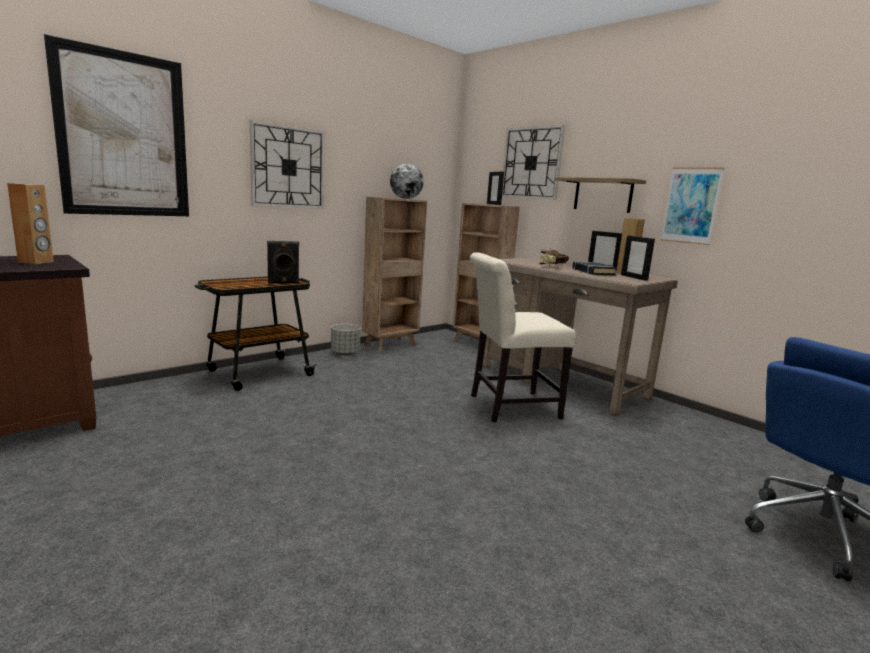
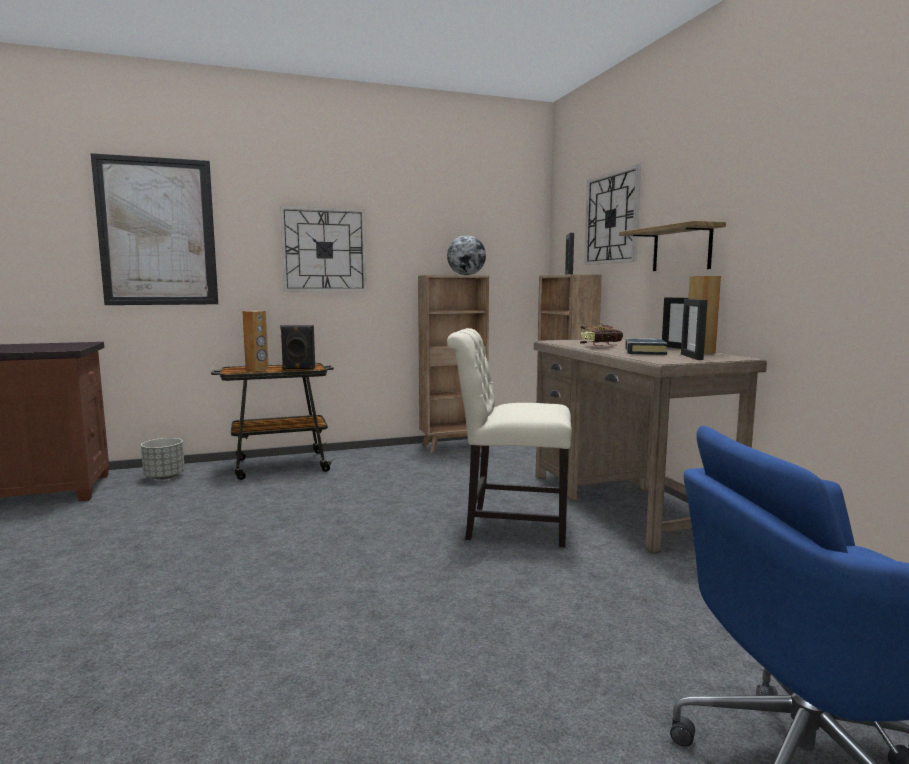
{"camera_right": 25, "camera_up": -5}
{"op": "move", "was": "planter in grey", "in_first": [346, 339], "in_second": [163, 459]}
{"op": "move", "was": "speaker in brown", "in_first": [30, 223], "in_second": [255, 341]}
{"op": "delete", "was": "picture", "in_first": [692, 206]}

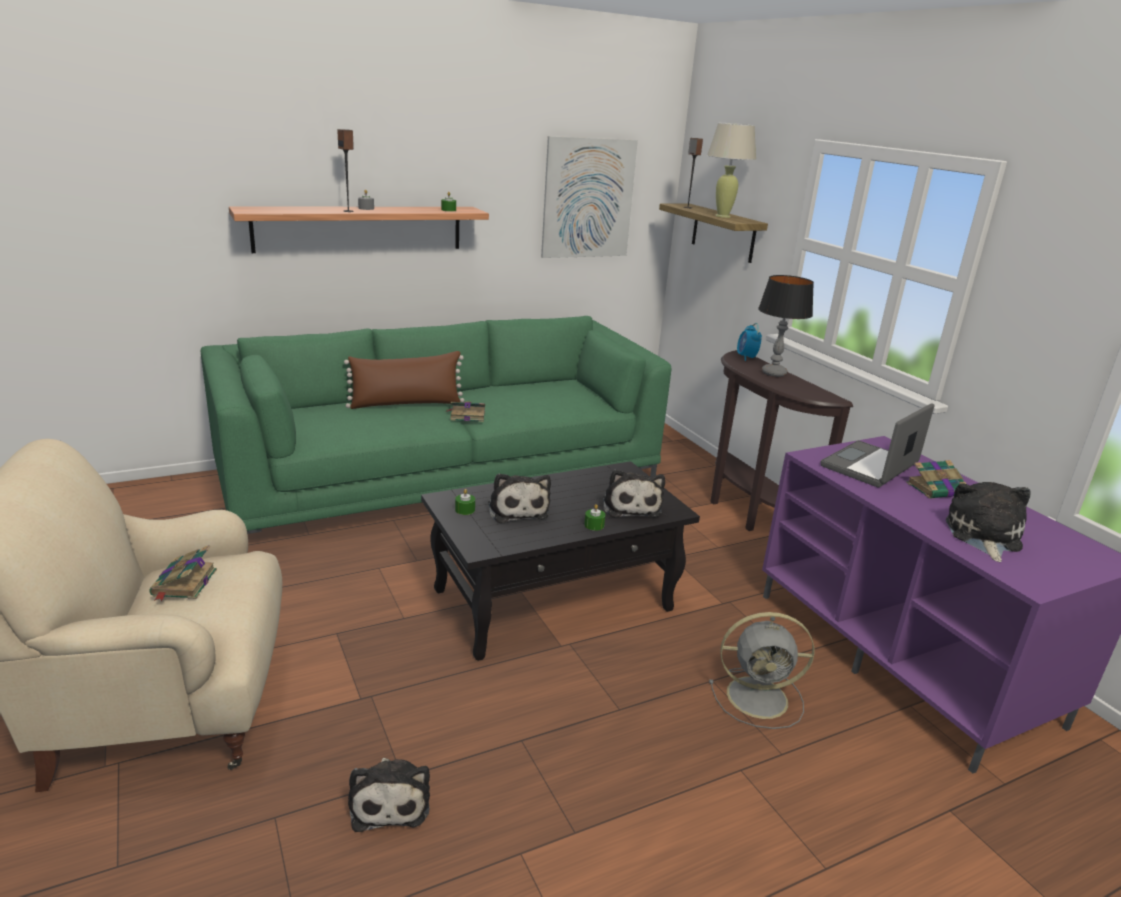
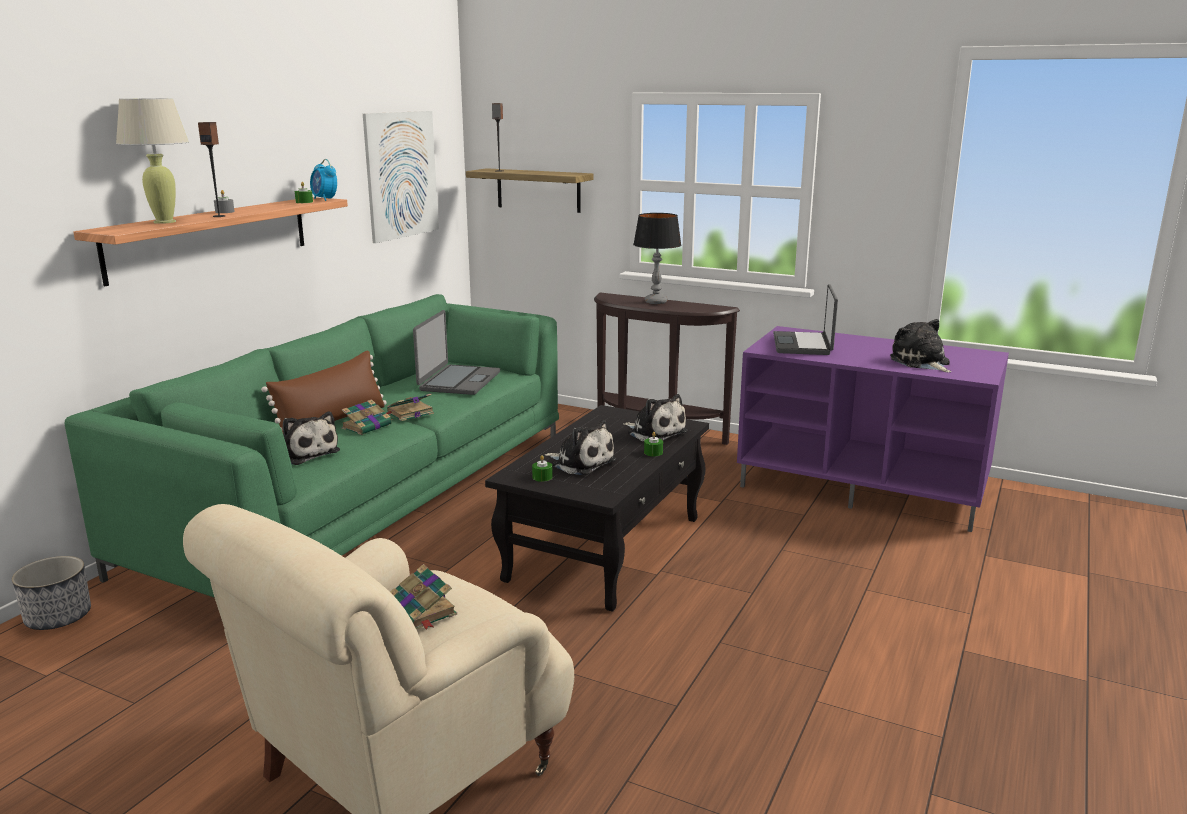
{"camera_right": -35, "camera_up": -5}
{"op": "insert", "now": "planter", "in_second": [51, 593]}
{"op": "move", "was": "table lamp in beige", "in_first": [731, 170], "in_second": [152, 161]}
{"op": "move", "was": "plush toy", "in_first": [389, 795], "in_second": [311, 438]}
{"op": "move", "was": "alarm clock", "in_first": [749, 342], "in_second": [323, 180]}
{"op": "move", "was": "book", "in_first": [936, 479], "in_second": [367, 417]}
{"op": "insert", "now": "laptop", "in_second": [456, 352]}
{"op": "delete", "was": "fan in grey", "in_first": [761, 670]}

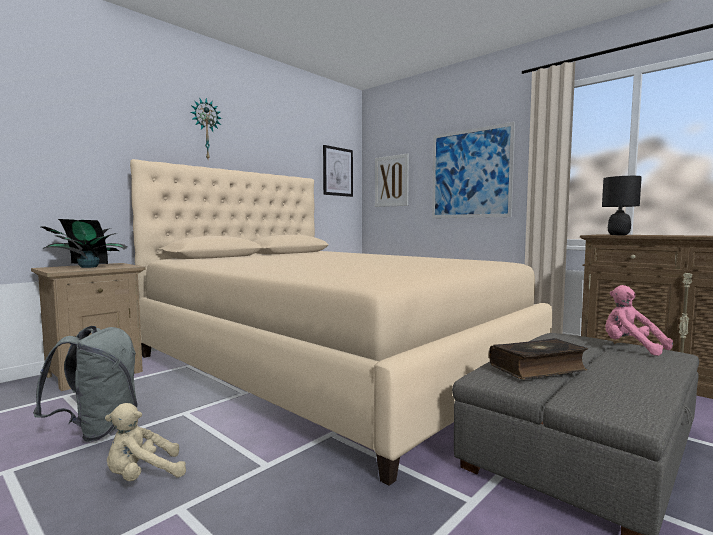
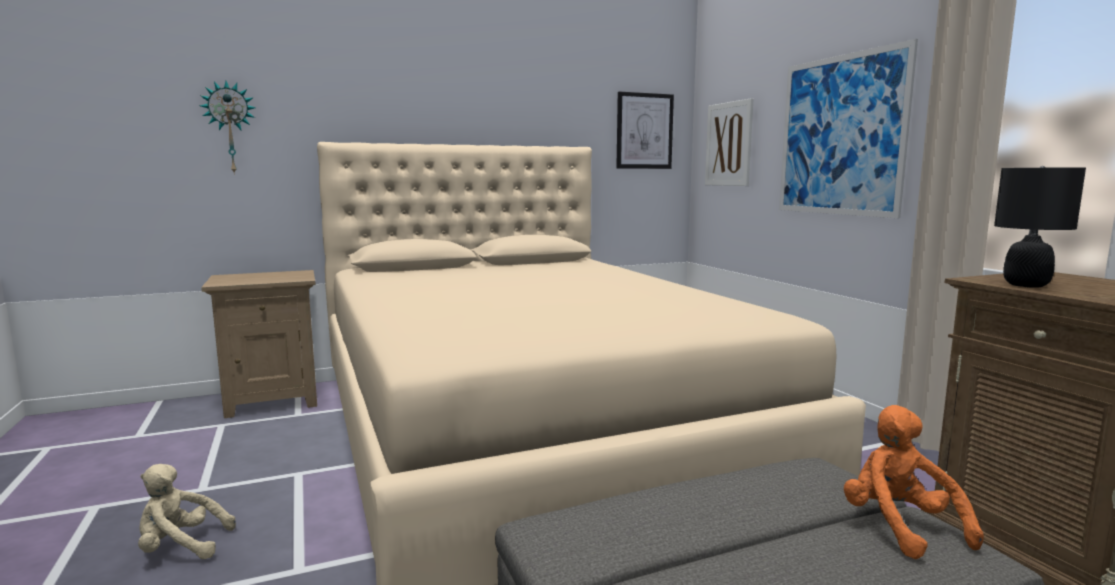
{"camera_right": 25, "camera_up": 5}
{"op": "move", "was": "wall clock", "in_first": [206, 128], "in_second": [228, 128]}
{"op": "recolor", "was": "plush toy in pink", "now": "plush toy in orange", "in_first": [639, 320], "in_second": [914, 482]}
{"op": "delete", "was": "backpack in grey", "in_first": [85, 384]}
{"op": "delete", "was": "potted plant", "in_first": [84, 243]}
{"op": "delete", "was": "book", "in_first": [538, 358]}

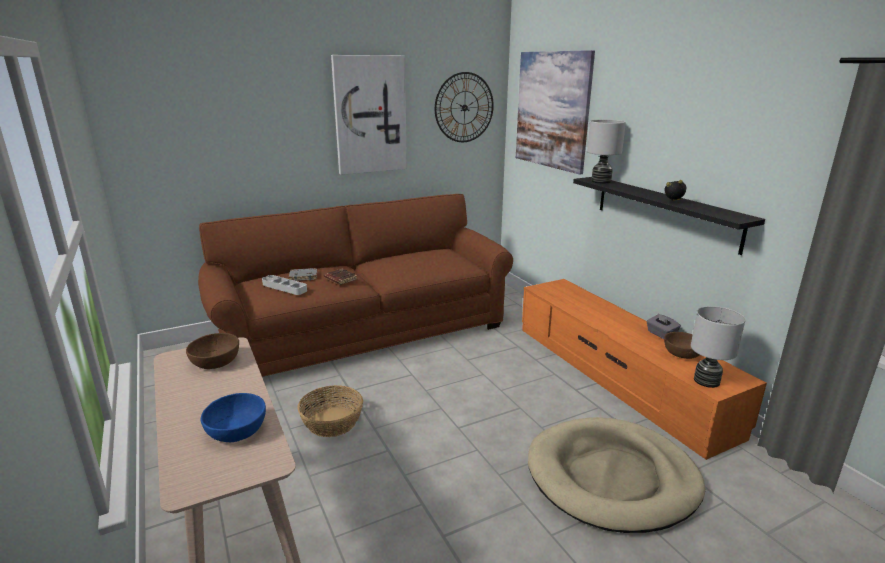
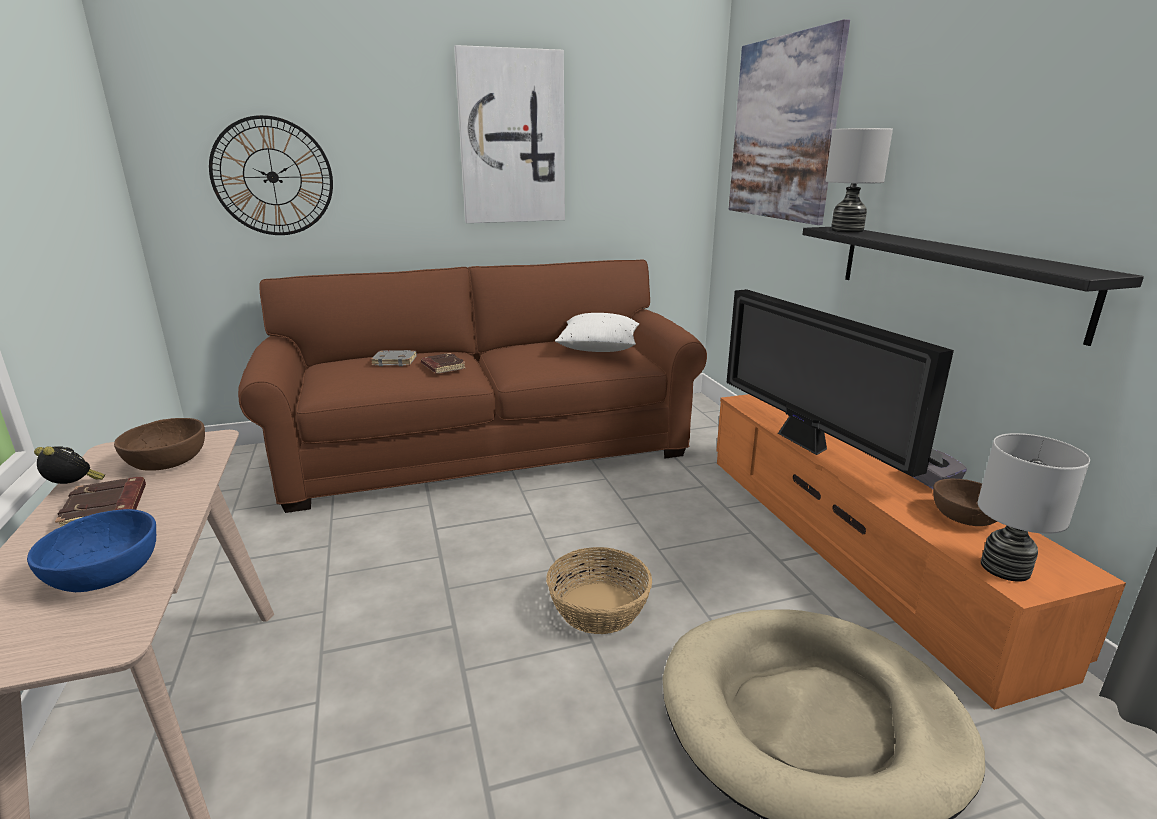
{"camera_right": 10, "camera_up": 0}
{"op": "move", "was": "alarm clock", "in_first": [675, 190], "in_second": [69, 465]}
{"op": "insert", "now": "book in brown", "in_second": [100, 502]}
{"op": "move", "was": "wall clock", "in_first": [464, 107], "in_second": [271, 175]}
{"op": "move", "was": "basket", "in_first": [330, 411], "in_second": [599, 590]}
{"op": "insert", "now": "pillow in white", "in_second": [597, 332]}
{"op": "insert", "now": "television", "in_second": [840, 383]}
{"op": "delete", "was": "tray in grey", "in_first": [284, 285]}

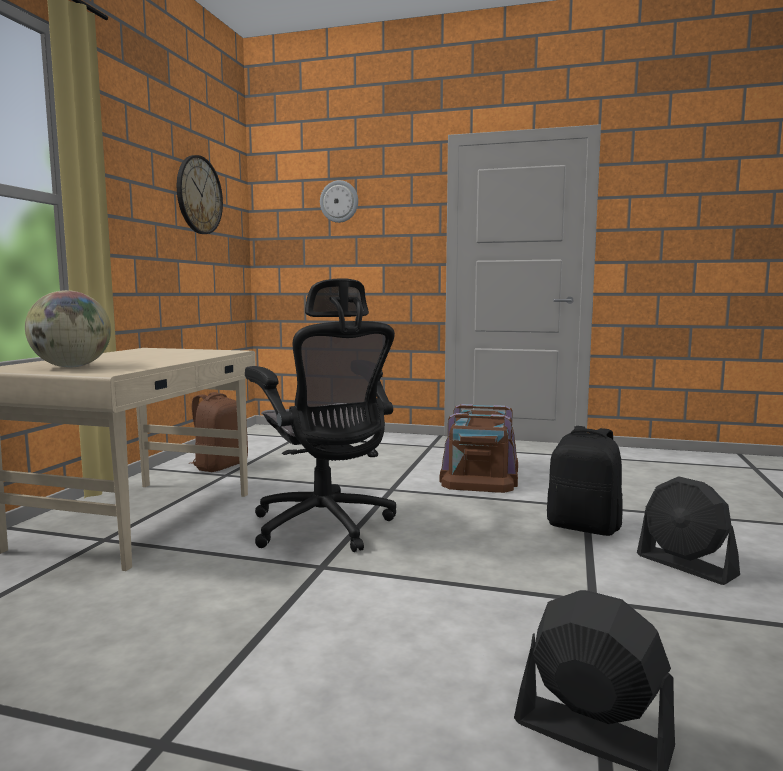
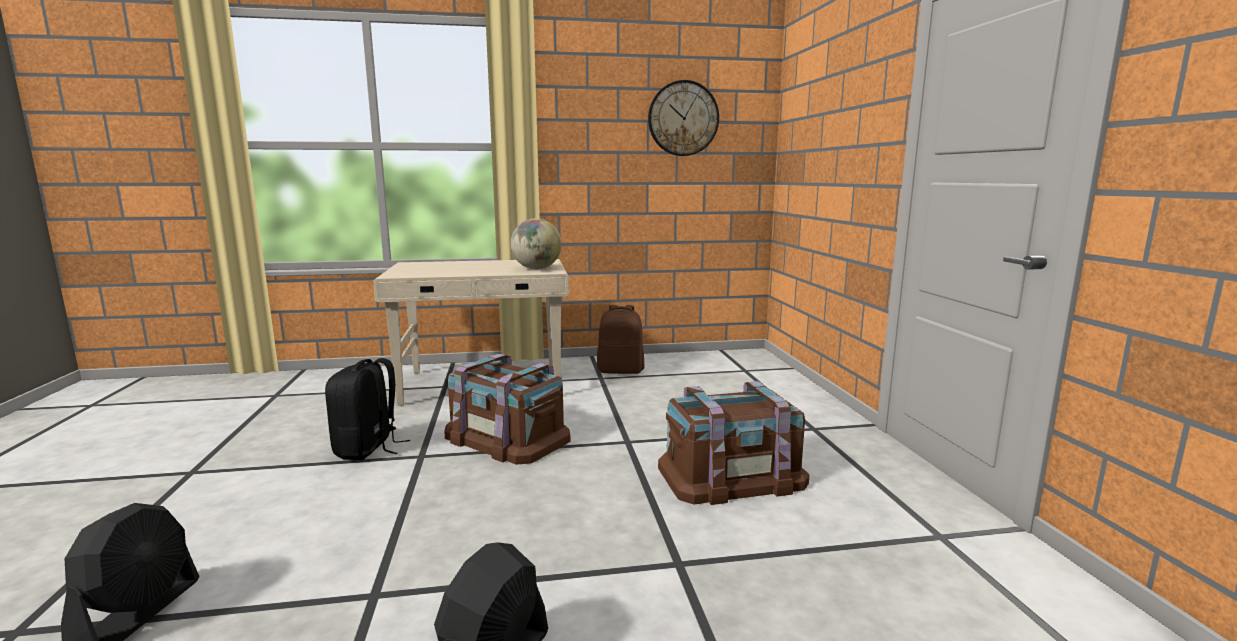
{"camera_right": 65, "camera_up": 5}
{"op": "move", "was": "backpack in black", "in_first": [585, 481], "in_second": [367, 409]}
{"op": "replace", "was": "office chair", "now": "storage box in brown", "in_first": [320, 415], "in_second": [507, 409]}
{"op": "move", "was": "globe", "in_first": [68, 329], "in_second": [536, 243]}
{"op": "delete", "was": "wall clock", "in_first": [339, 201]}

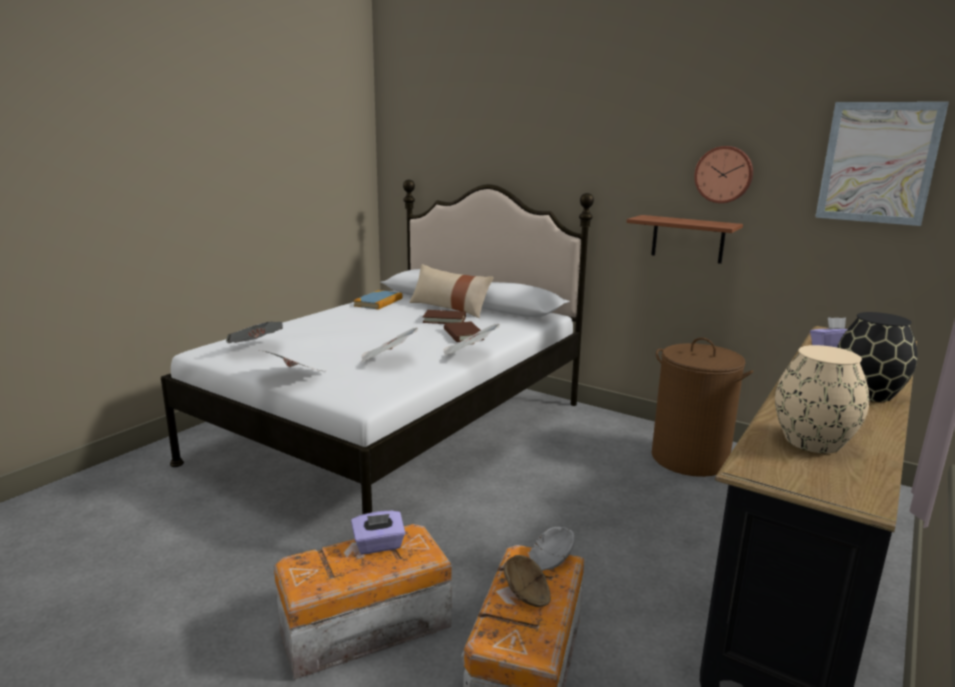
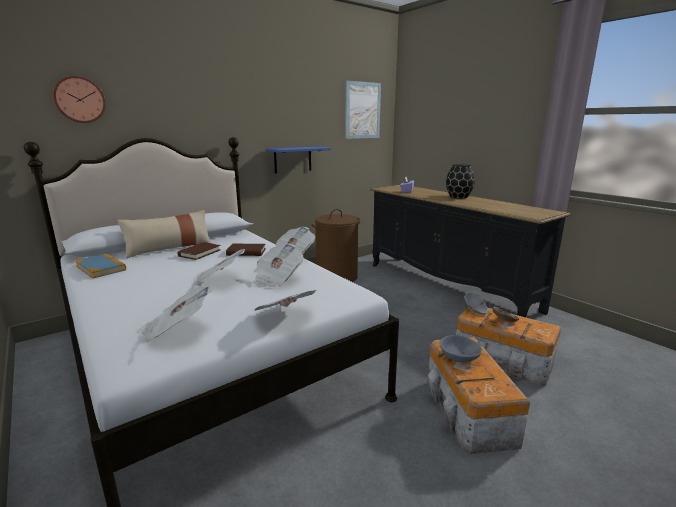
{"camera_right": -70, "camera_up": 0}
{"op": "move", "was": "wall clock", "in_first": [723, 174], "in_second": [79, 99]}
{"op": "insert", "now": "newspaper", "in_second": [220, 266]}
{"op": "recolor", "was": "shelf in brown", "now": "shelf in blue", "in_first": [685, 239], "in_second": [298, 160]}
{"op": "replace", "was": "tissue box in purple", "now": "bowl in grey", "in_first": [378, 532], "in_second": [460, 349]}
{"op": "delete", "was": "vase in beige", "in_first": [822, 399]}

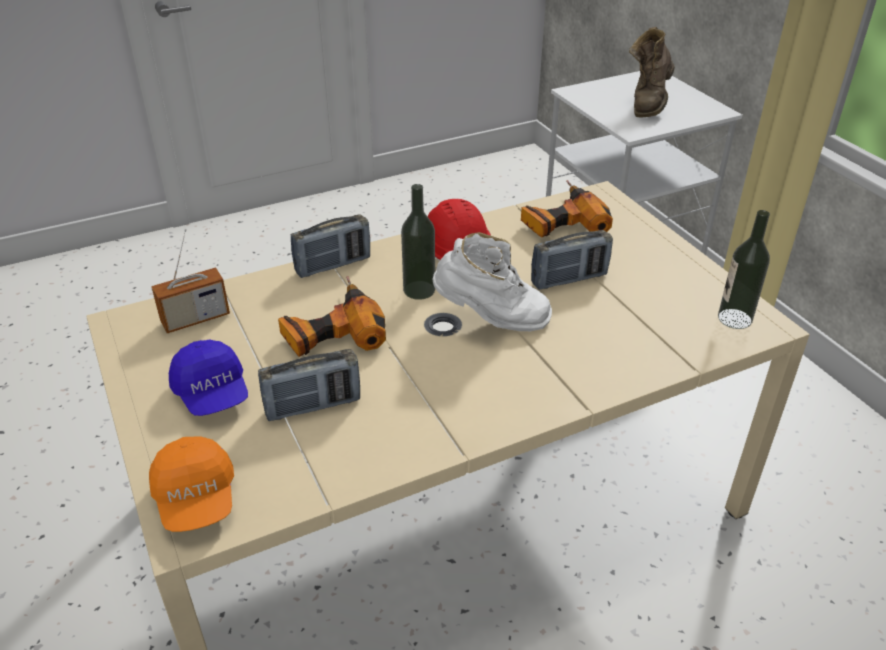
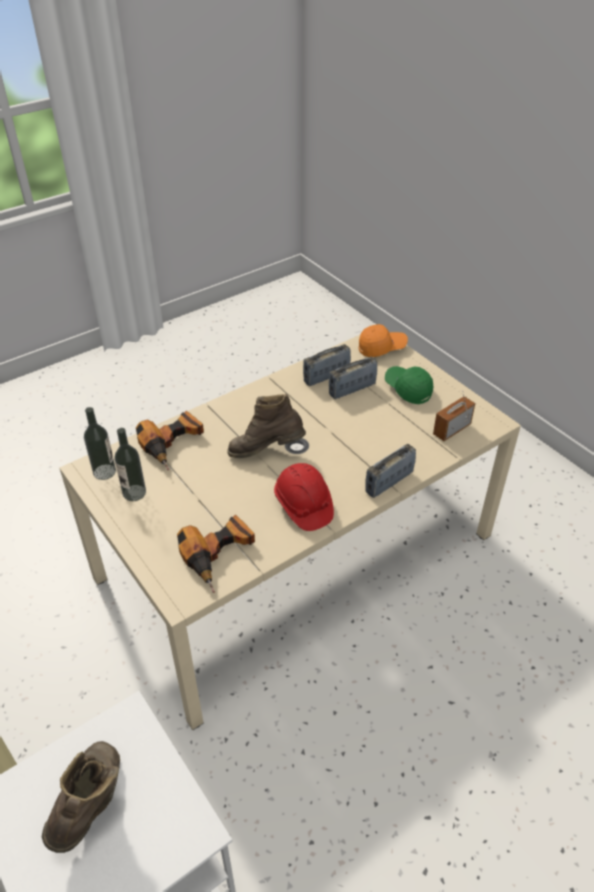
{"camera_right": 170, "camera_up": 5}
{"op": "move", "was": "bottle", "in_first": [418, 242], "in_second": [130, 464]}
{"op": "move", "was": "power drill", "in_first": [332, 316], "in_second": [170, 440]}
{"op": "recolor", "was": "boot in white", "now": "boot in brown", "in_first": [492, 281], "in_second": [266, 426]}
{"op": "move", "was": "radio", "in_first": [572, 260], "in_second": [327, 365]}
{"op": "rotate", "was": "cap in orange", "in_first": [191, 484], "in_second": [383, 340], "clockwise": 105}
{"op": "recolor", "was": "cap in blue", "now": "cap in green", "in_first": [208, 377], "in_second": [409, 385]}

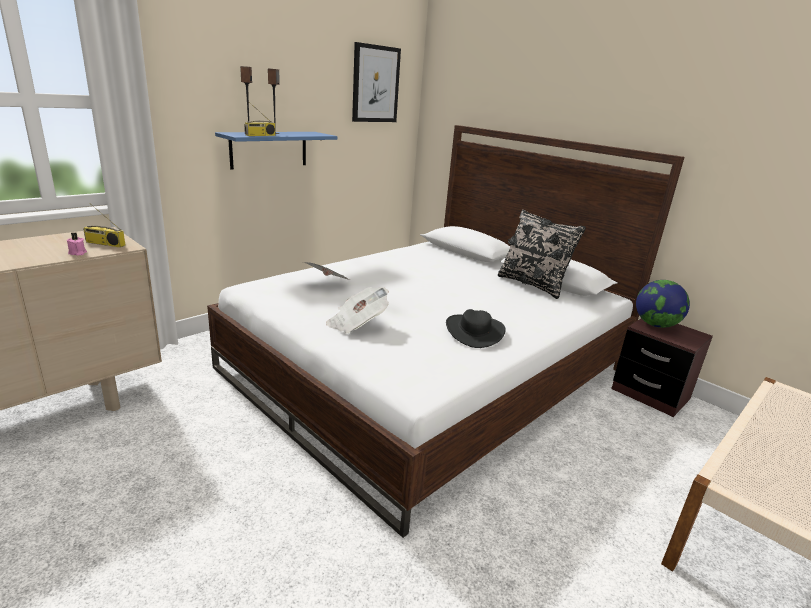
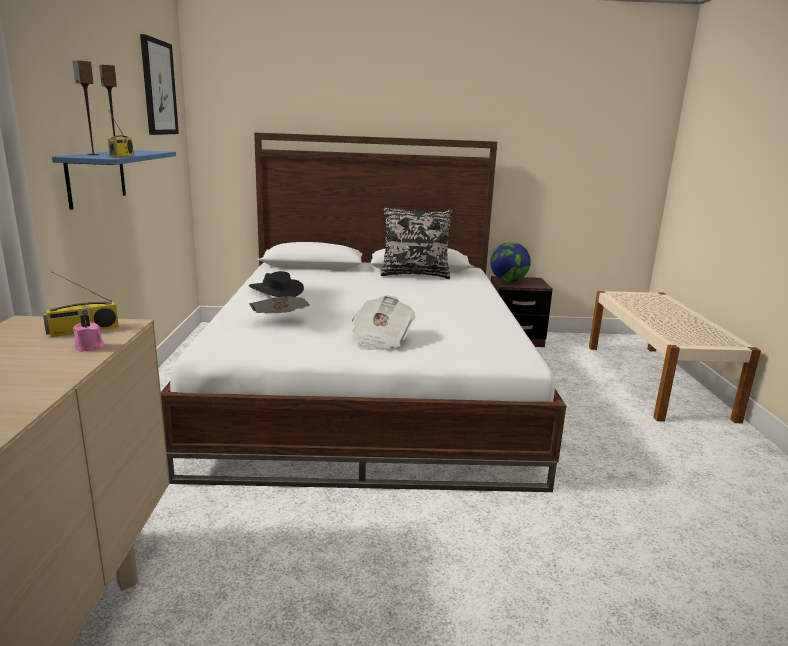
{"camera_right": -45, "camera_up": -5}
{"op": "move", "was": "hat in black", "in_first": [476, 328], "in_second": [276, 284]}

